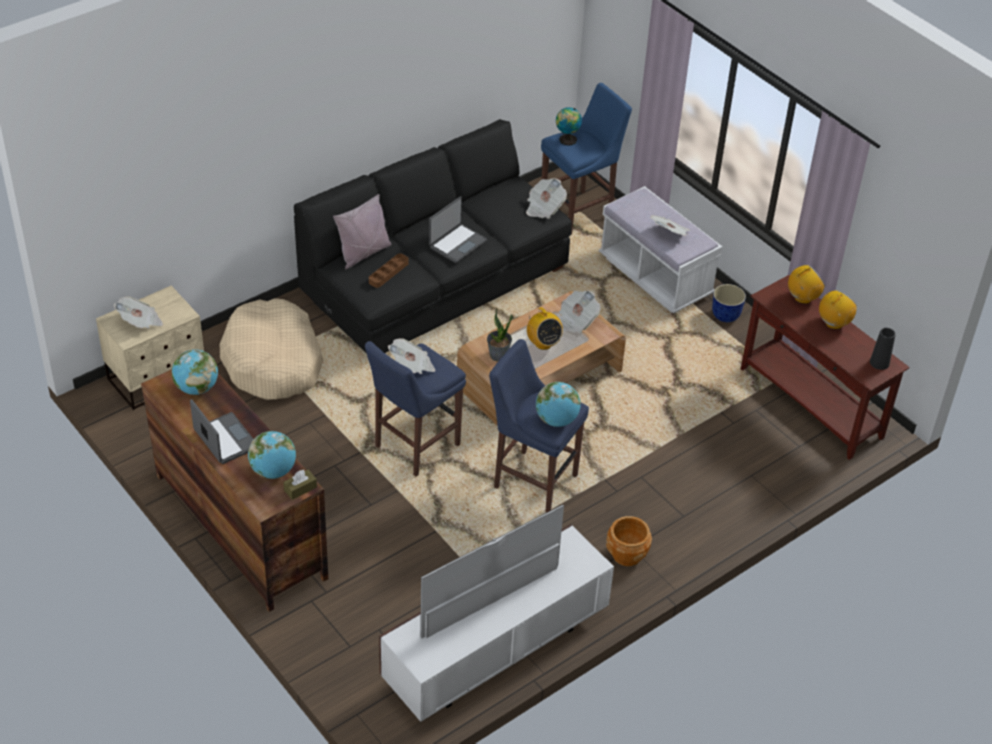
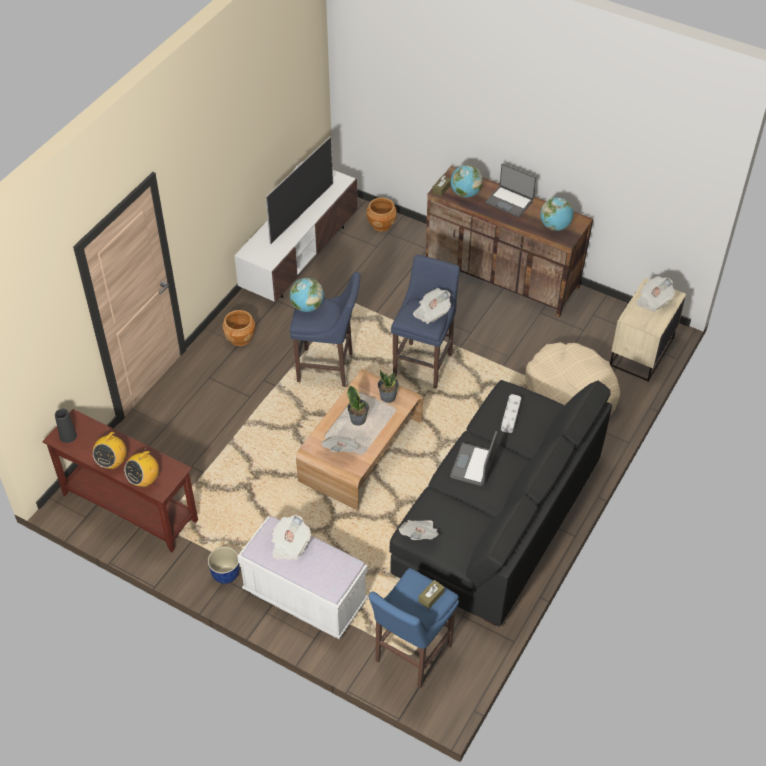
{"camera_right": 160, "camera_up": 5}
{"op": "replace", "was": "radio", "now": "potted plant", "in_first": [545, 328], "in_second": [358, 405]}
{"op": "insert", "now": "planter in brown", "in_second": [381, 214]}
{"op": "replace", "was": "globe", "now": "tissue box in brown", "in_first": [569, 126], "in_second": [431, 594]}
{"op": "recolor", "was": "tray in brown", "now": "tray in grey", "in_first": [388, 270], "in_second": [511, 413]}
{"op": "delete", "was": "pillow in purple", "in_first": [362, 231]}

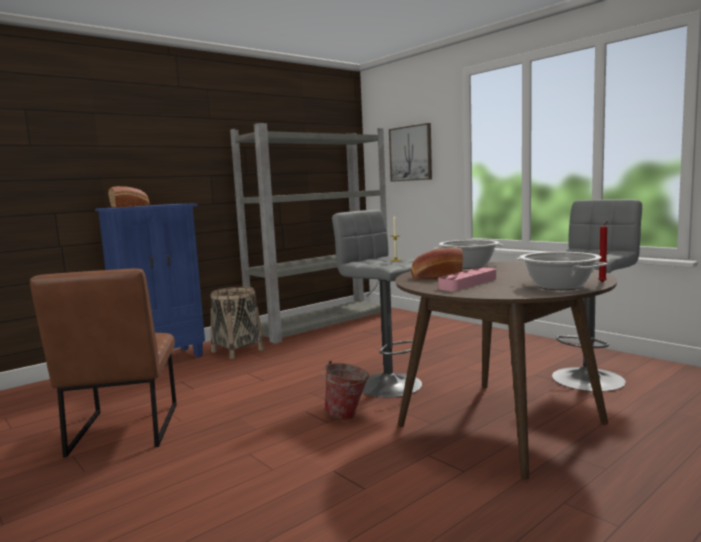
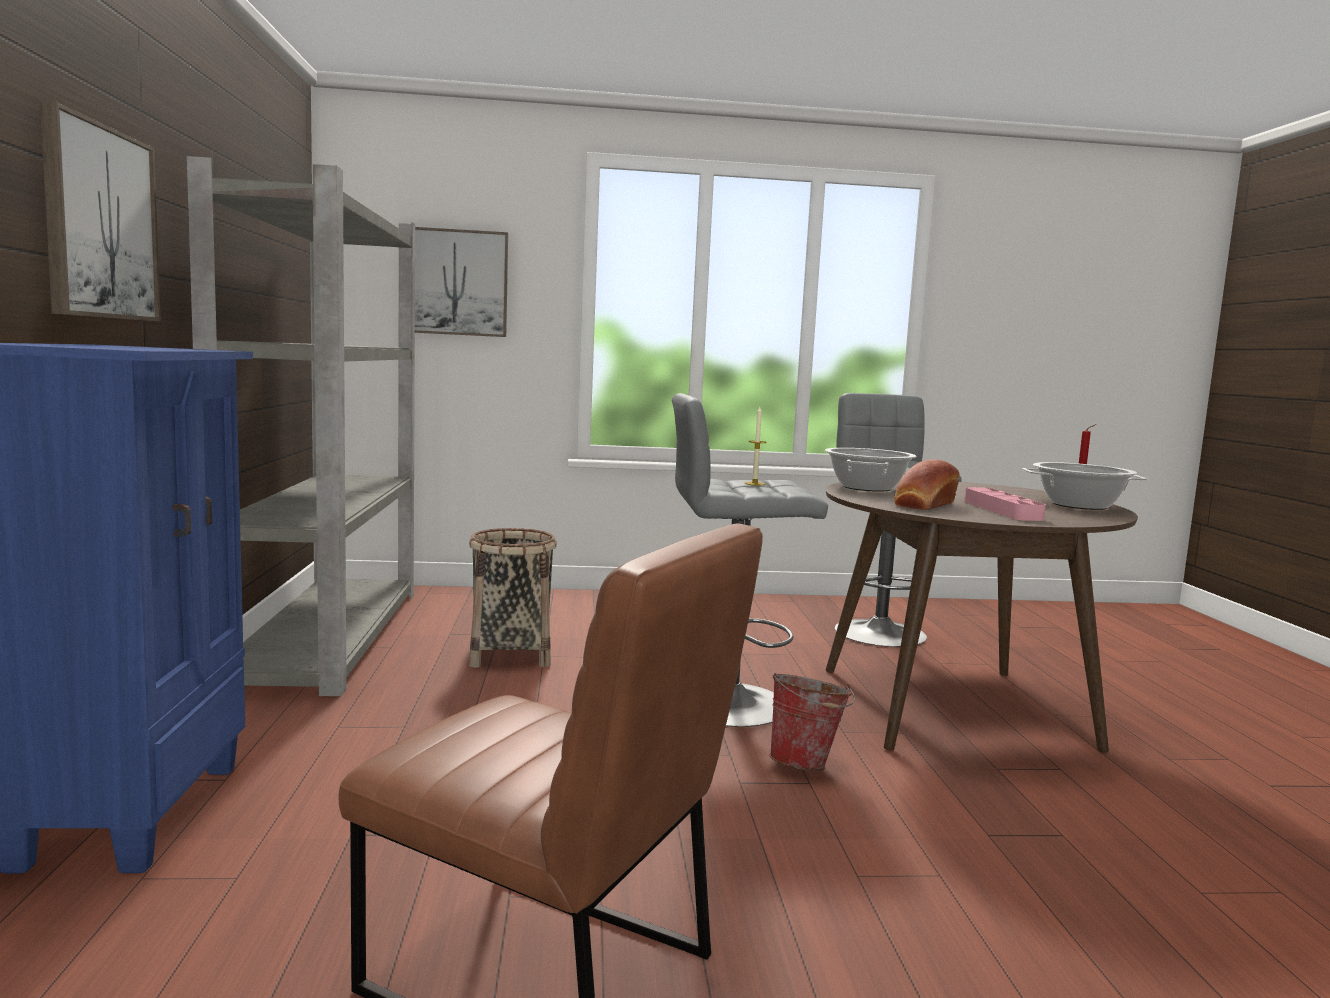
{"camera_right": -55, "camera_up": 0}
{"op": "insert", "now": "picture", "in_second": [100, 211]}
{"op": "move", "was": "basket", "in_first": [237, 323], "in_second": [513, 598]}
{"op": "delete", "was": "bread", "in_first": [129, 197]}

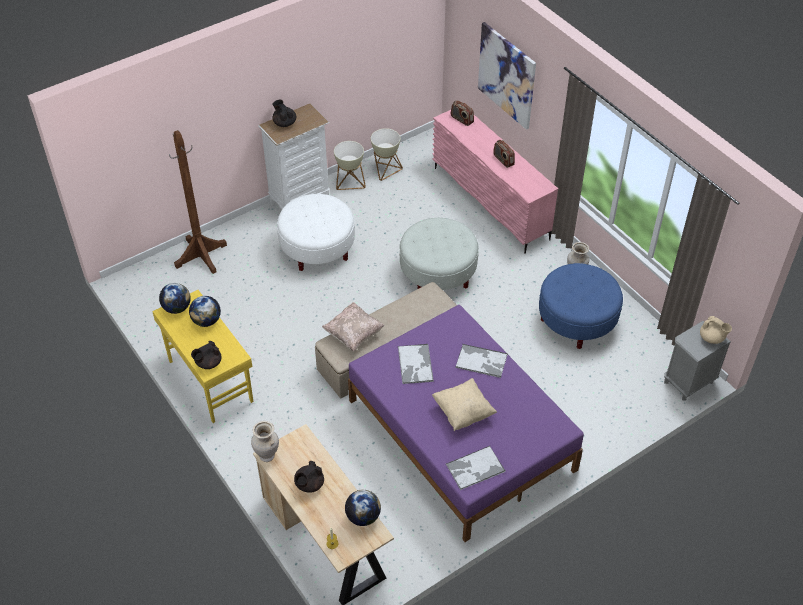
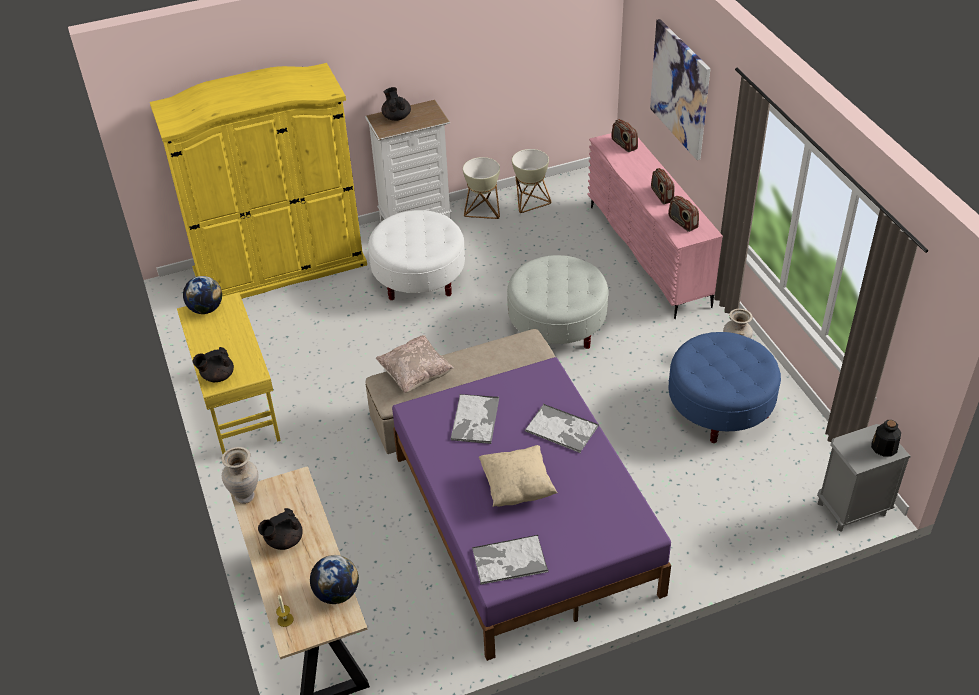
{"camera_right": 15, "camera_up": -5}
{"op": "replace", "was": "clothes rack in brown", "now": "wardrobe in yellow", "in_first": [198, 202], "in_second": [258, 181]}
{"op": "insert", "now": "radio", "in_second": [683, 214]}
{"op": "replace", "was": "teapot in beige", "now": "bottle", "in_first": [716, 330], "in_second": [886, 438]}
{"op": "delete", "was": "globe", "in_first": [205, 311]}

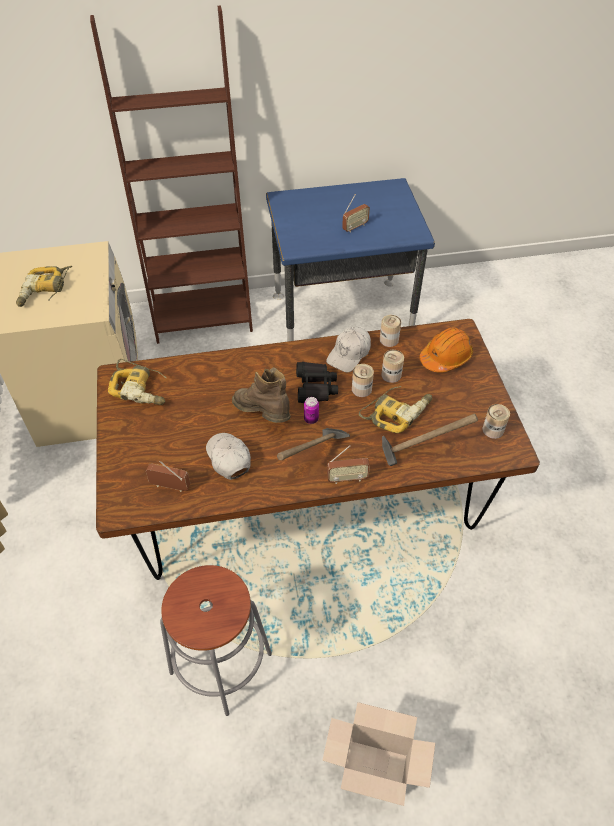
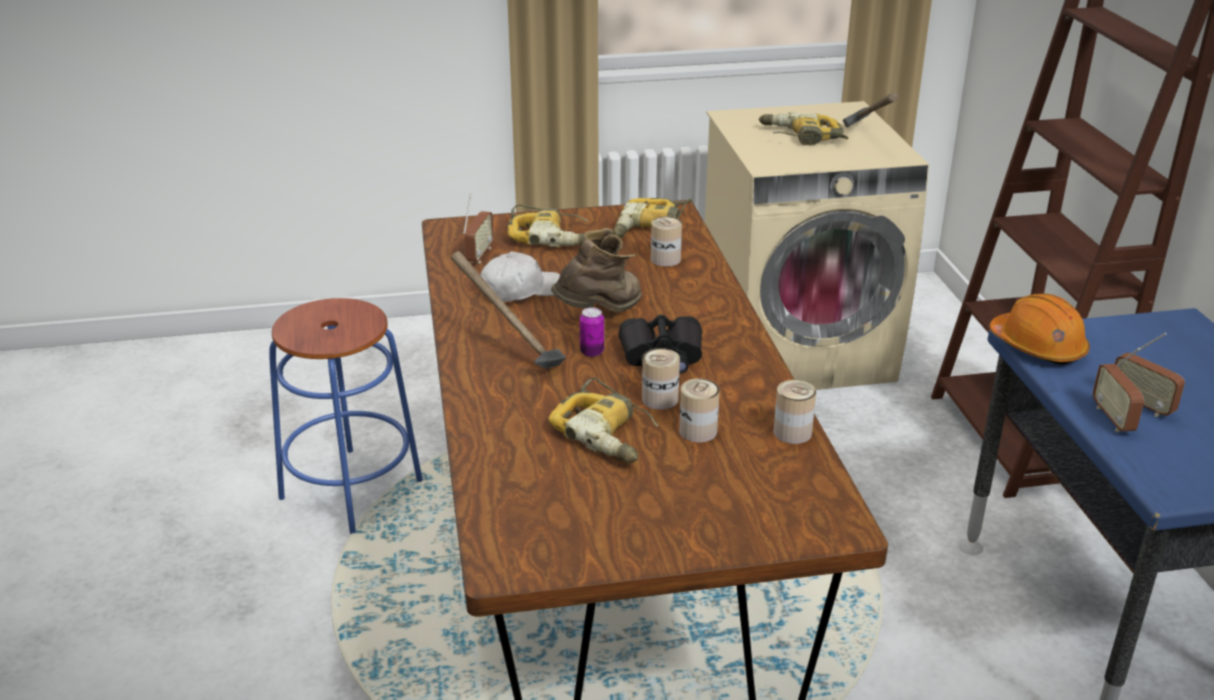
{"camera_right": 90, "camera_up": -20}
{"op": "recolor", "was": "stool in grey", "now": "stool in blue", "in_first": [216, 640], "in_second": [346, 416]}
{"op": "insert", "now": "power drill", "in_second": [547, 226]}
{"op": "move", "was": "can", "in_first": [496, 421], "in_second": [666, 241]}
{"op": "move", "was": "hammer", "in_first": [430, 440], "in_second": [870, 109]}
{"op": "move", "was": "hard hat in orange", "in_first": [446, 350], "in_second": [1040, 329]}
{"op": "move", "was": "radio", "in_first": [348, 464], "in_second": [1118, 390]}
{"op": "delete", "was": "cardboard box", "in_first": [378, 754]}
{"op": "delete", "was": "cap in white", "in_first": [348, 349]}

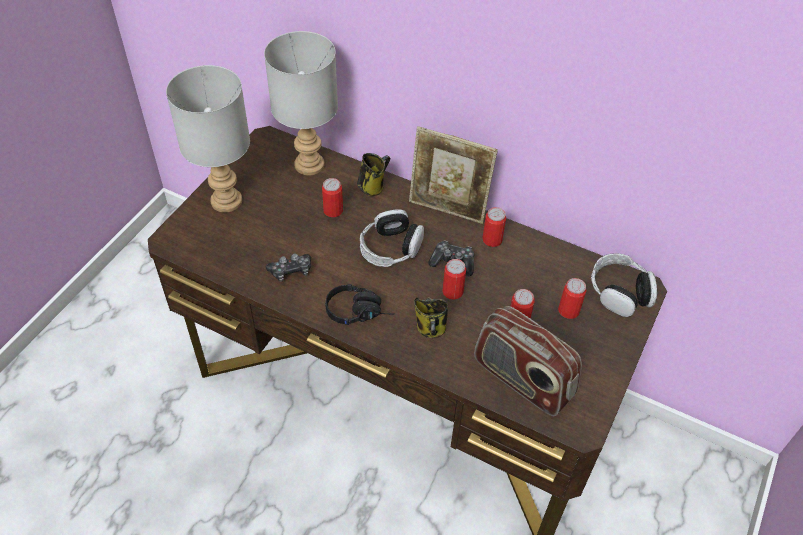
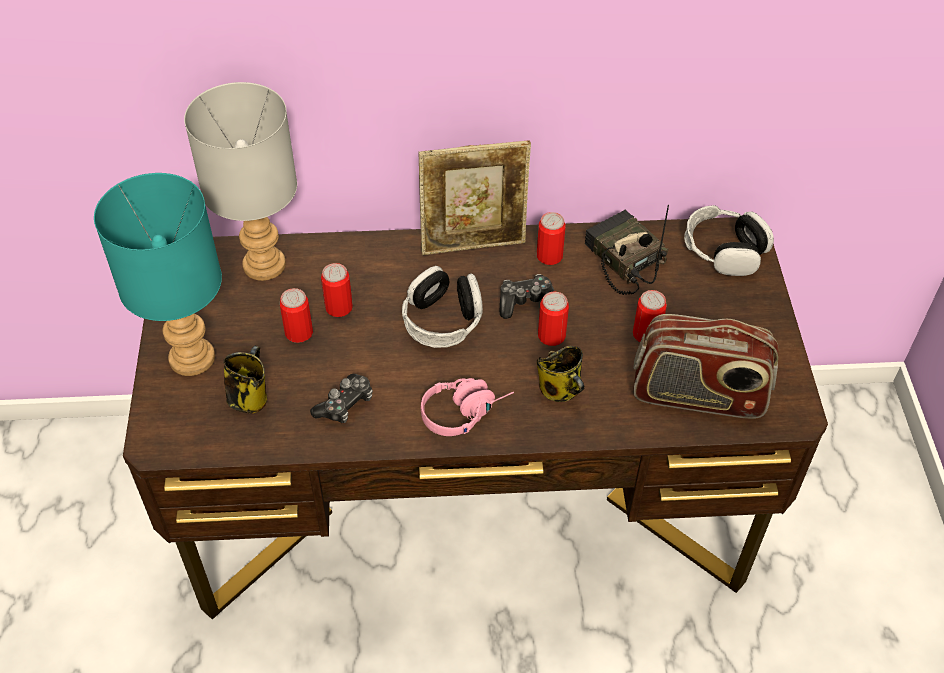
{"camera_right": -30, "camera_up": 0}
{"op": "recolor", "was": "table lamp in grey", "now": "table lamp in turquoise", "in_first": [208, 139], "in_second": [158, 274]}
{"op": "move", "was": "mug", "in_first": [374, 174], "in_second": [245, 380]}
{"op": "move", "was": "can", "in_first": [572, 298], "in_second": [296, 315]}
{"op": "recolor", "was": "headphones in black", "now": "headphones in pink", "in_first": [360, 304], "in_second": [467, 407]}
{"op": "insert", "now": "radio", "in_second": [627, 249]}

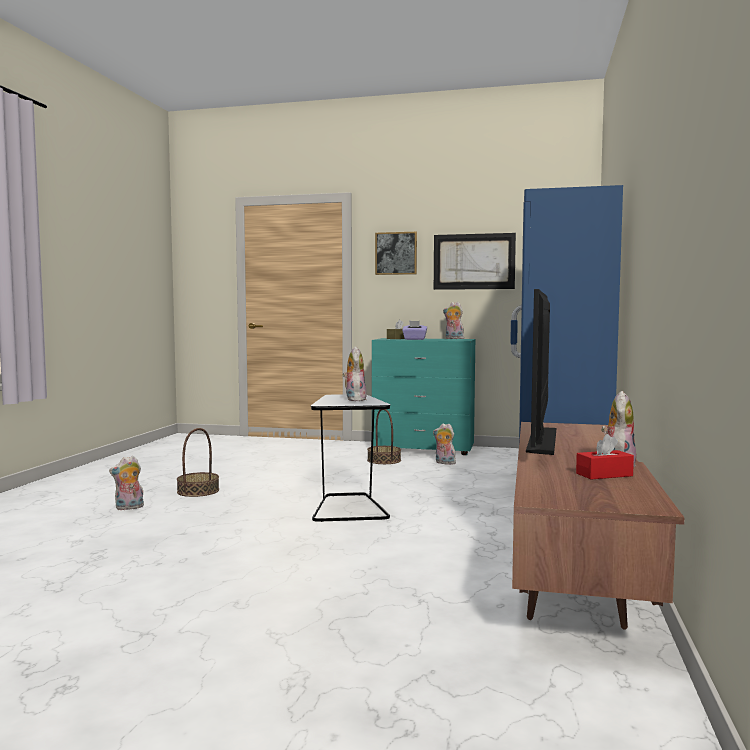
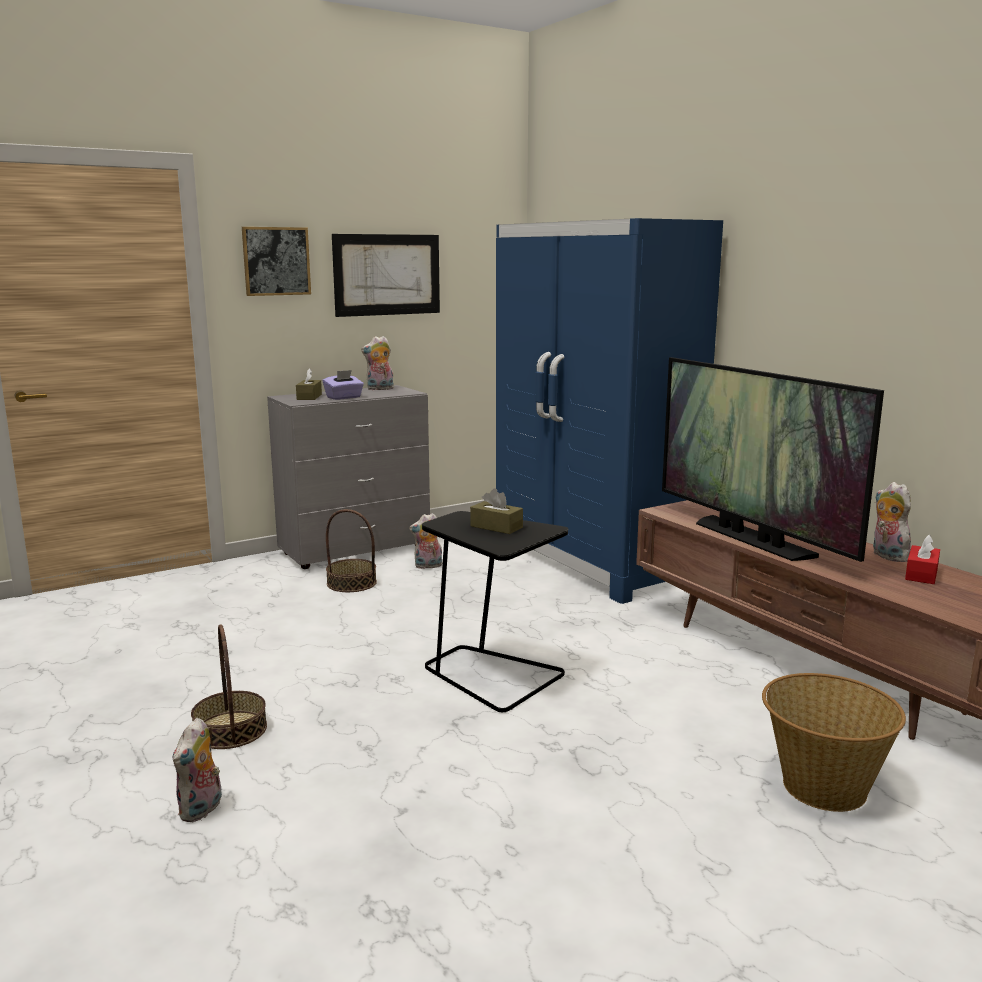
{"camera_right": -45, "camera_up": 10}
{"op": "recolor", "was": "dresser in turquoise", "now": "dresser in grey", "in_first": [423, 396], "in_second": [348, 477]}
{"op": "replace", "was": "plush toy", "now": "tissue box in brown", "in_first": [354, 374], "in_second": [496, 511]}
{"op": "insert", "now": "basket", "in_second": [834, 742]}

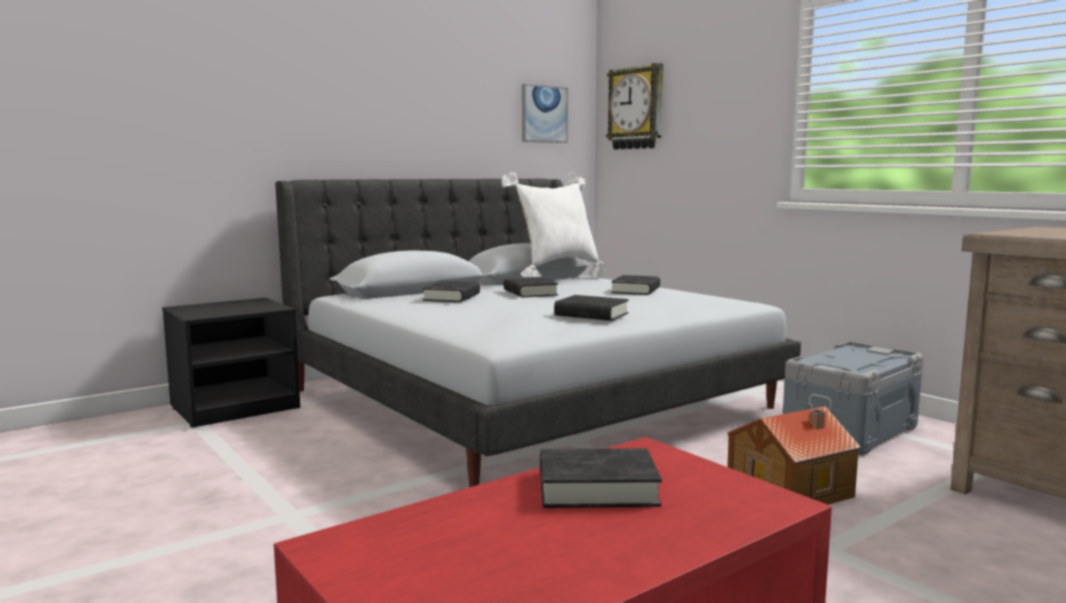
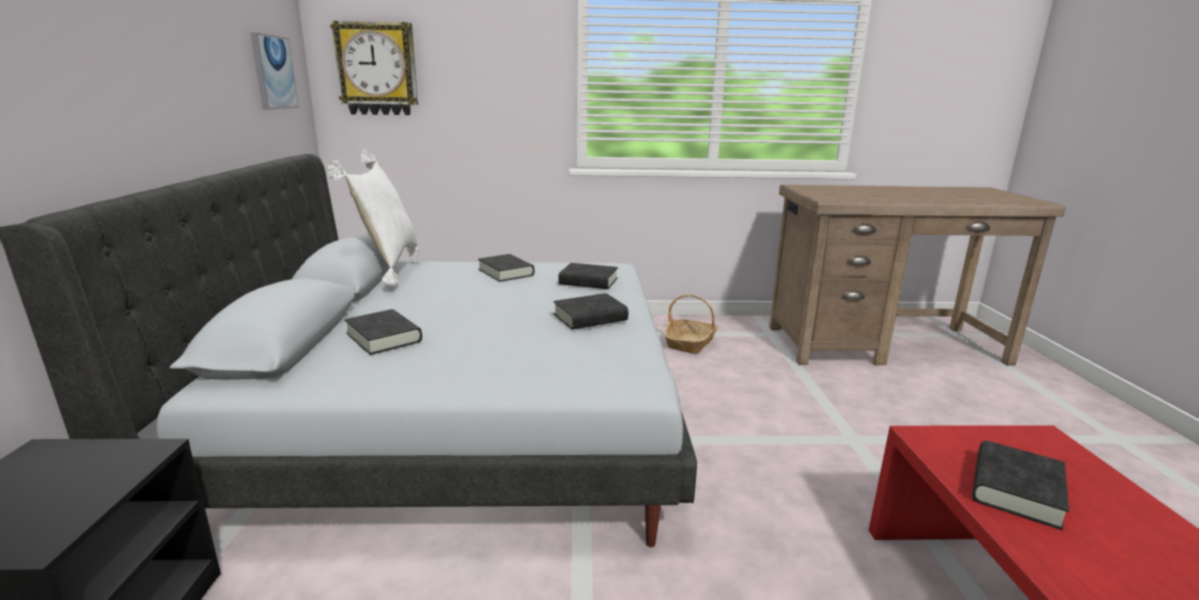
{"camera_right": -55, "camera_up": 10}
{"op": "move", "was": "book in black", "in_first": [531, 287], "in_second": [588, 276]}
{"op": "replace", "was": "storage box in grey", "now": "basket", "in_first": [853, 398], "in_second": [691, 324]}
{"op": "delete", "was": "toy house", "in_first": [794, 455]}

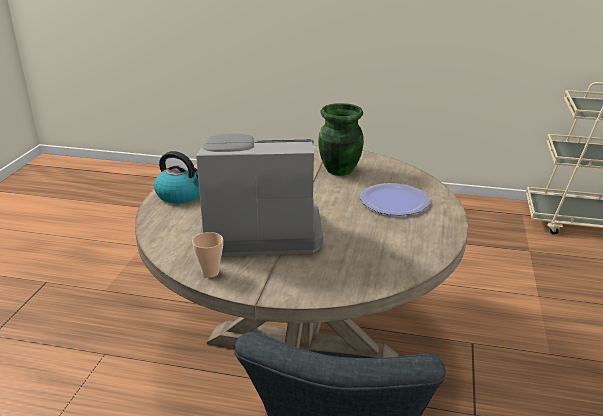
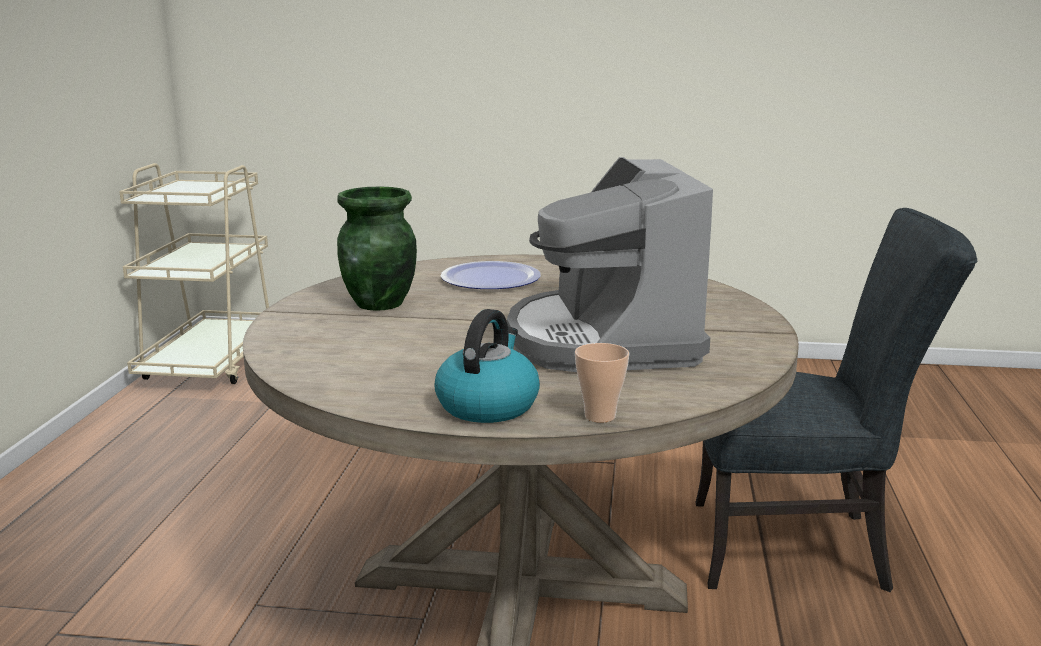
{"camera_right": -95, "camera_up": -10}
{"op": "move", "was": "cup", "in_first": [207, 255], "in_second": [602, 383]}

